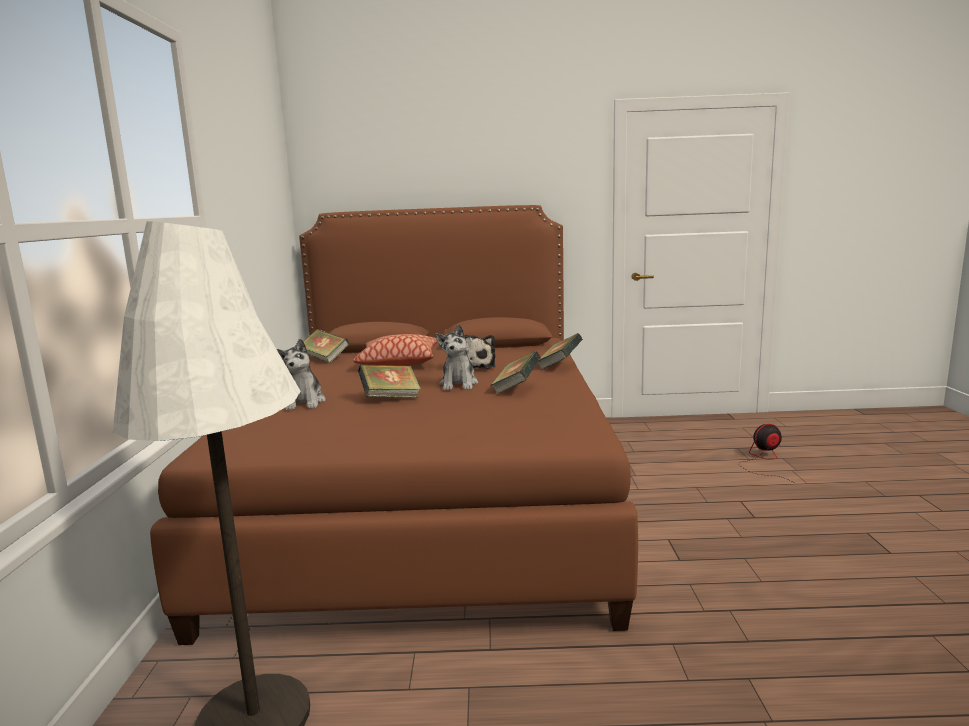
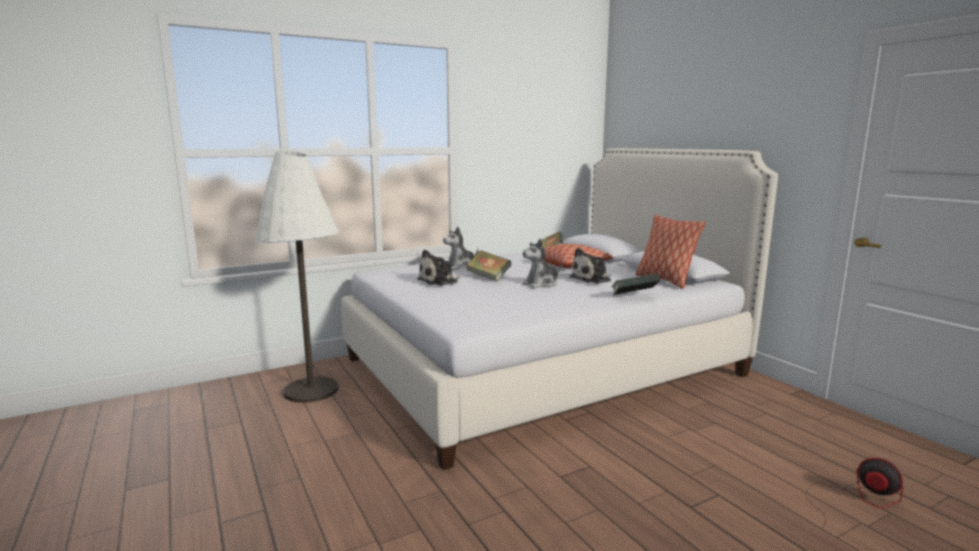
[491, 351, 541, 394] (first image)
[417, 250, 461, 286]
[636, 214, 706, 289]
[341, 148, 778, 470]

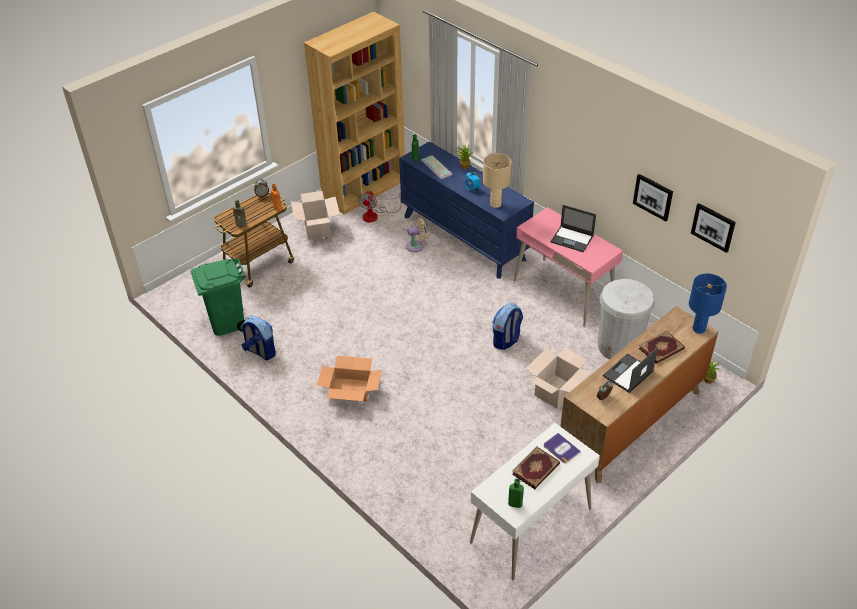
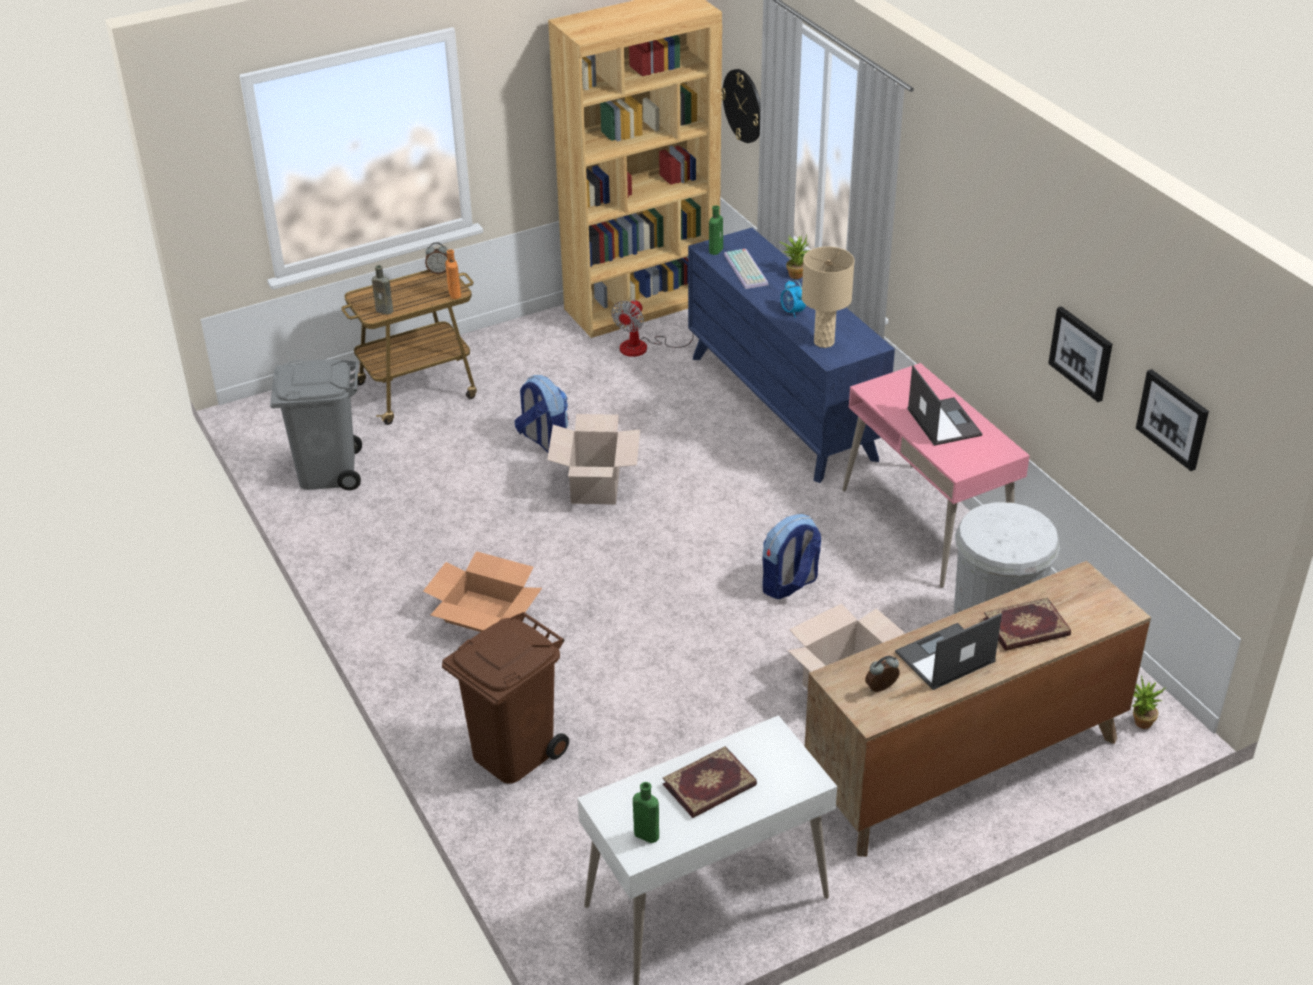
[406, 218, 427, 252] (first image)
[544, 433, 581, 463] (first image)
[689, 273, 727, 334] (first image)
[442, 612, 569, 784]
[721, 69, 761, 143]
[514, 375, 568, 452]
[547, 414, 640, 505]
[270, 359, 362, 490]
[907, 365, 982, 446]

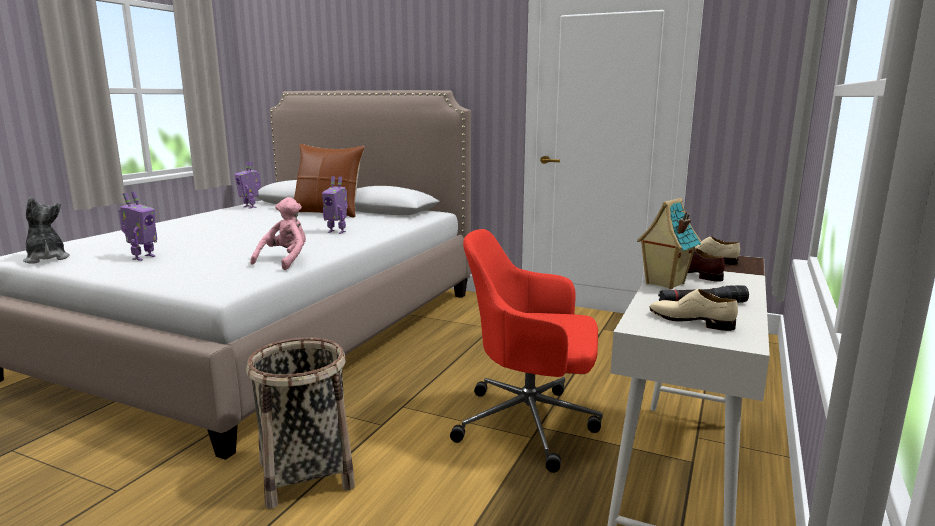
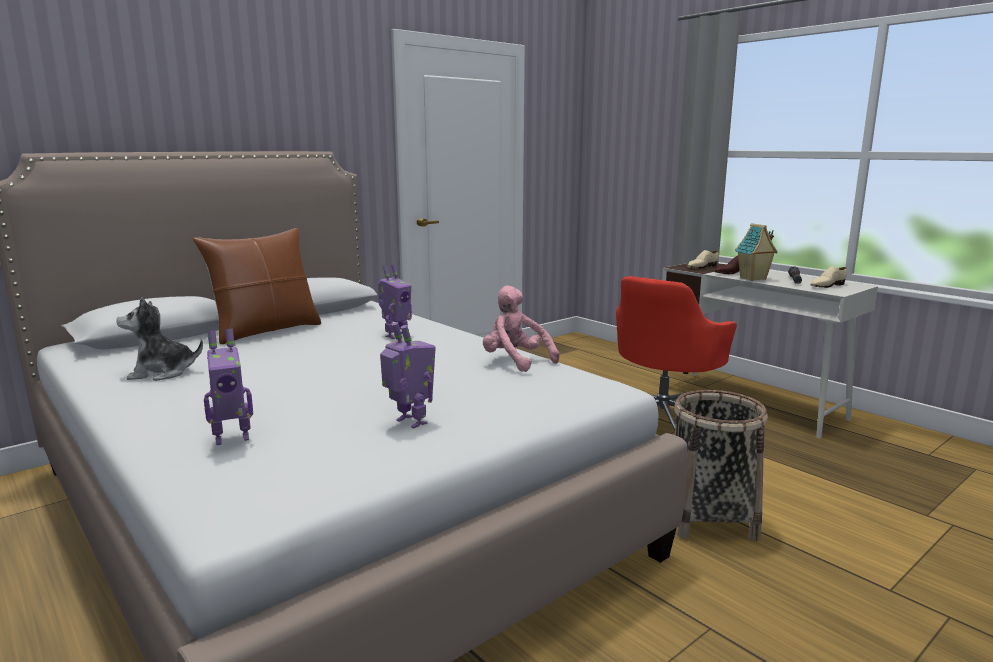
[116, 297, 203, 381]
[204, 328, 253, 445]

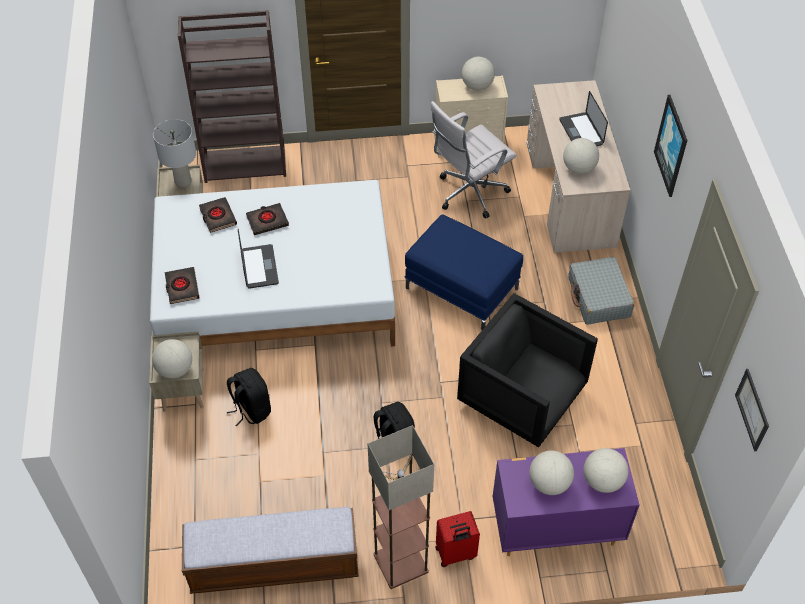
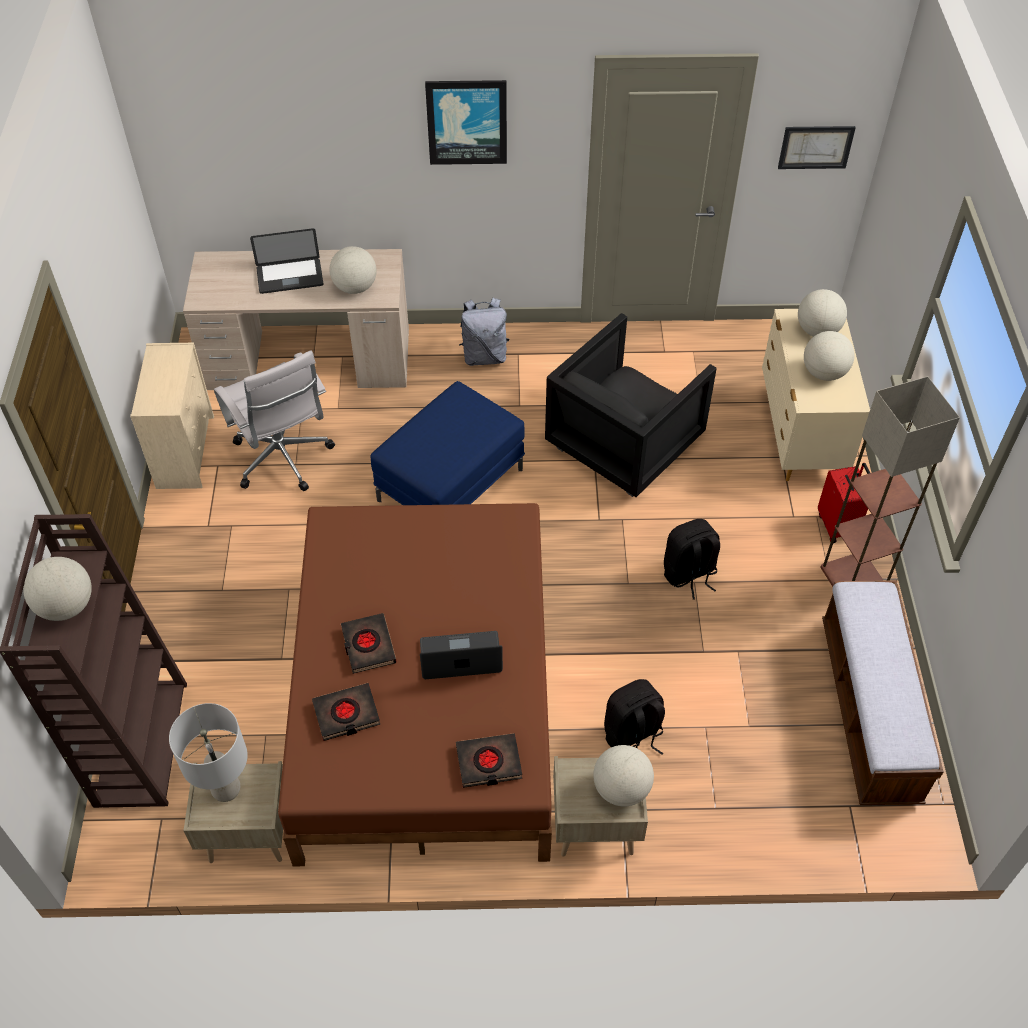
[23, 557, 92, 621]
[459, 298, 509, 366]
[278, 503, 552, 867]
[762, 309, 870, 481]

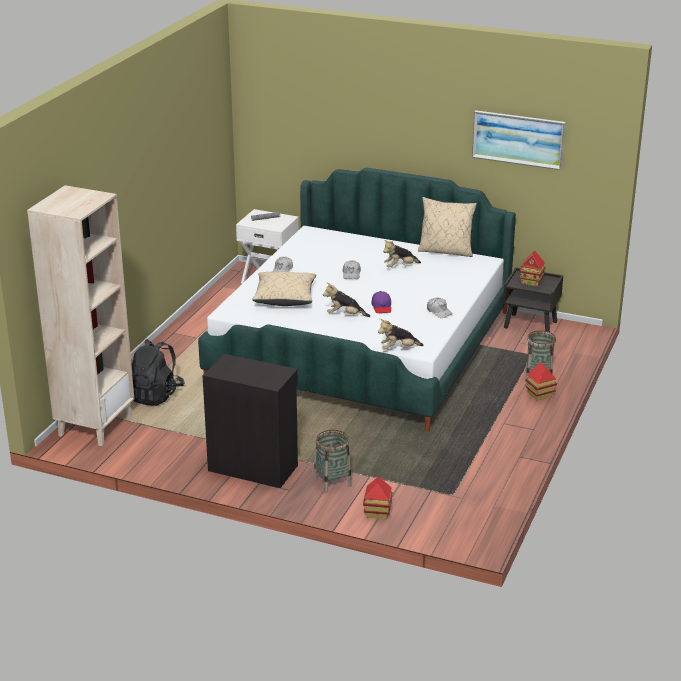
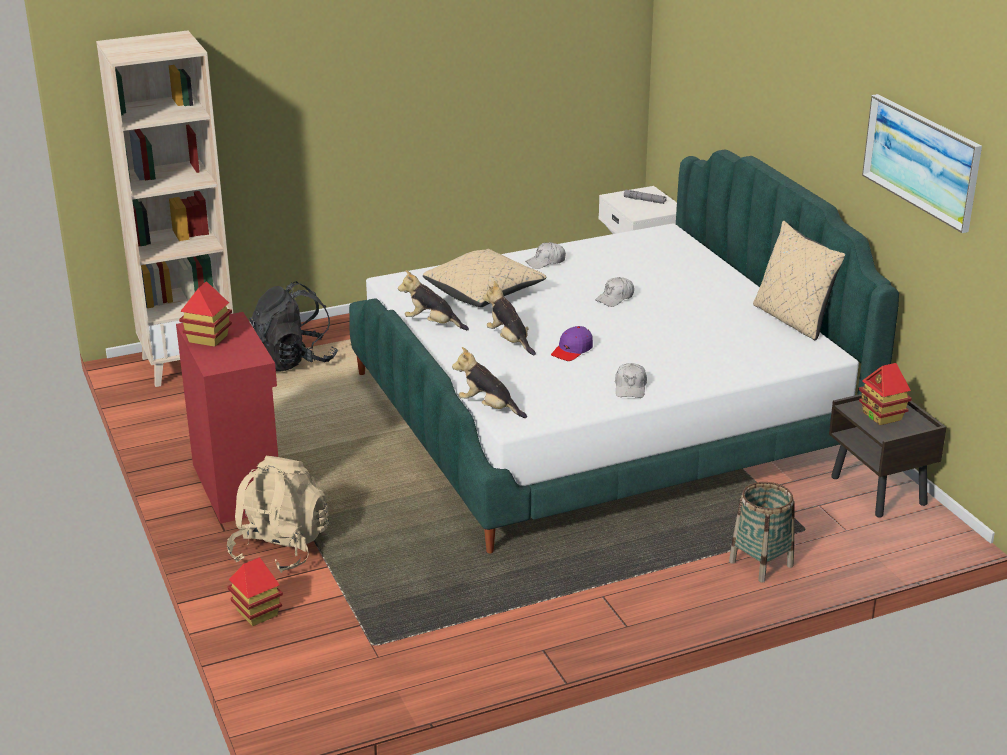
[398, 270, 469, 330]
[179, 281, 232, 347]
[227, 456, 329, 573]
[176, 312, 278, 524]

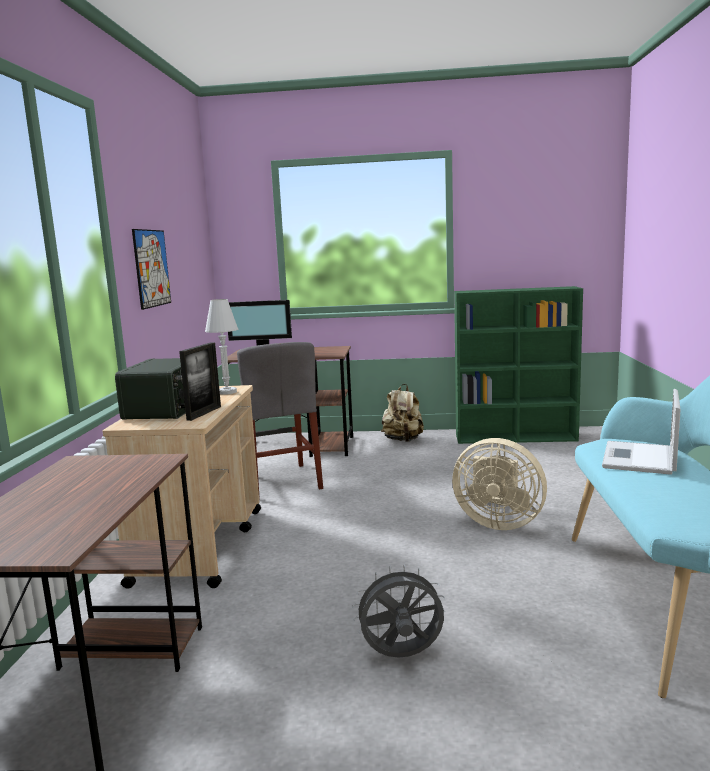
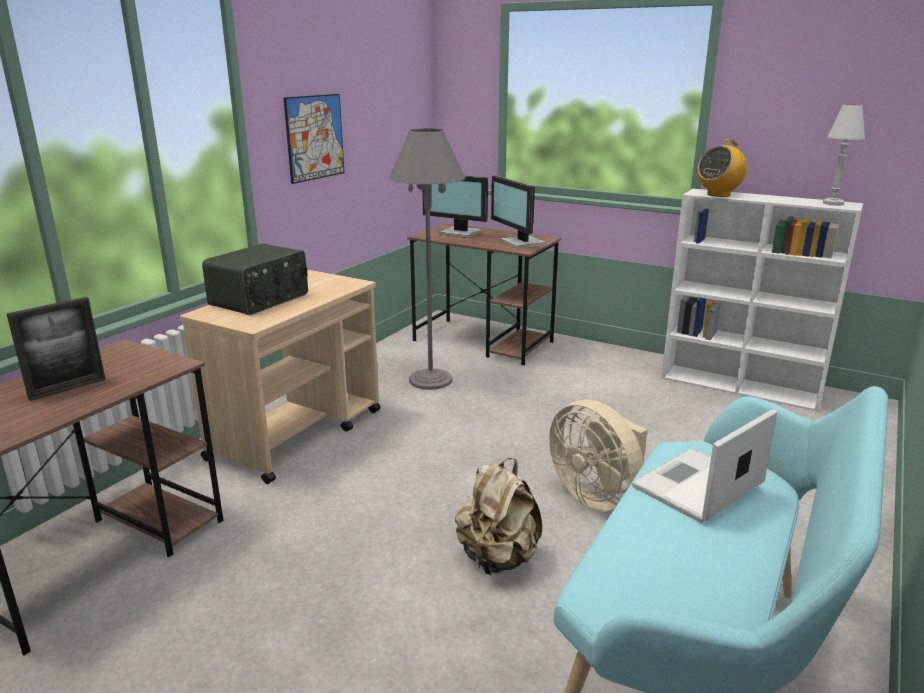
[352, 564, 445, 658] (first image)
[491, 176, 547, 248]
[698, 139, 747, 197]
[6, 297, 106, 401]
[823, 104, 865, 206]
[455, 458, 542, 575]
[389, 129, 466, 390]
[661, 189, 863, 412]

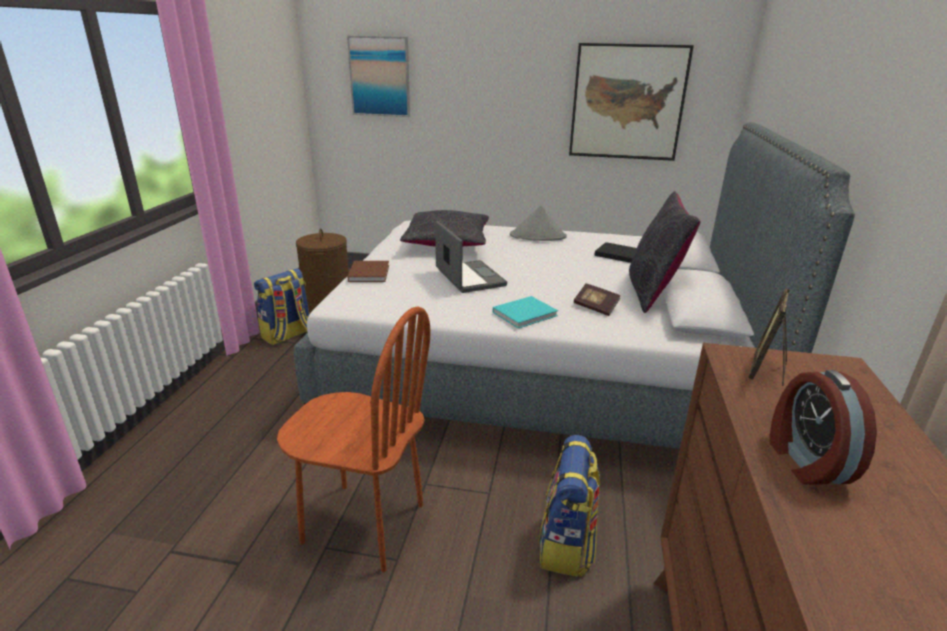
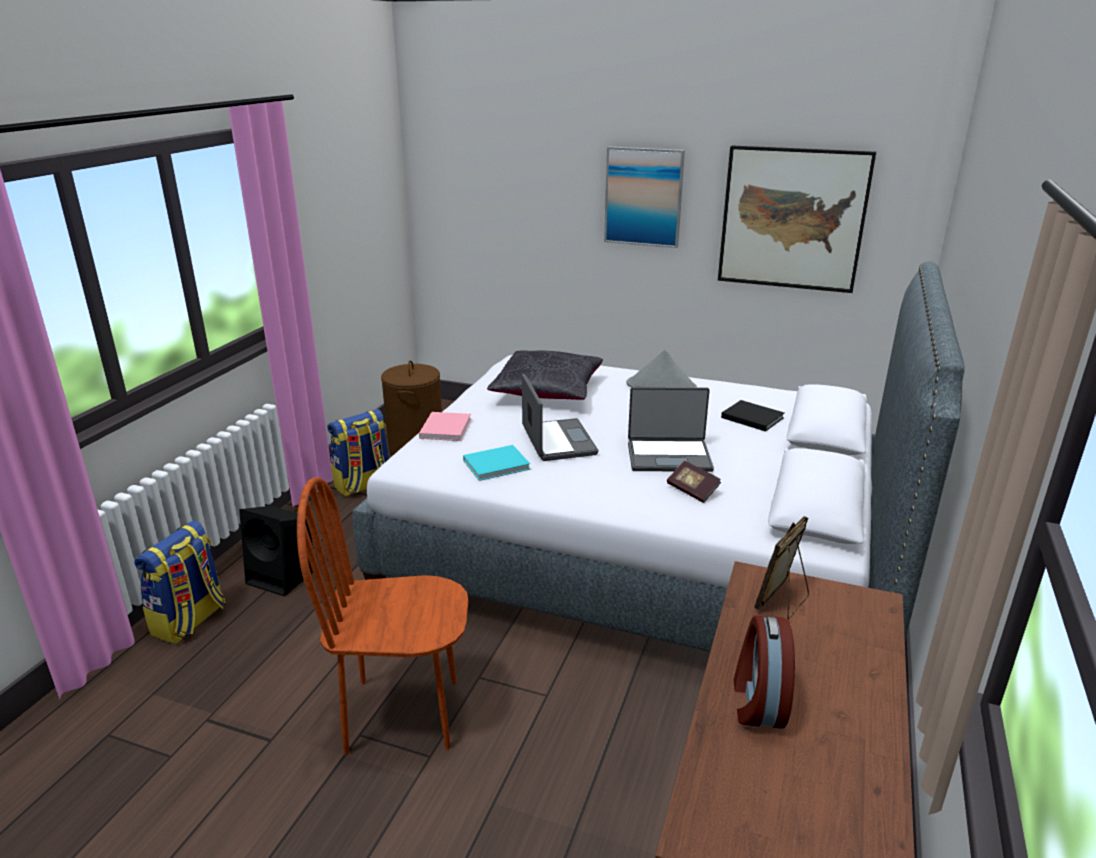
[629, 191, 701, 313] (first image)
[239, 506, 313, 596]
[628, 387, 714, 472]
[604, 147, 685, 248]
[463, 445, 530, 481]
[134, 521, 226, 644]
[419, 412, 471, 441]
[297, 477, 468, 755]

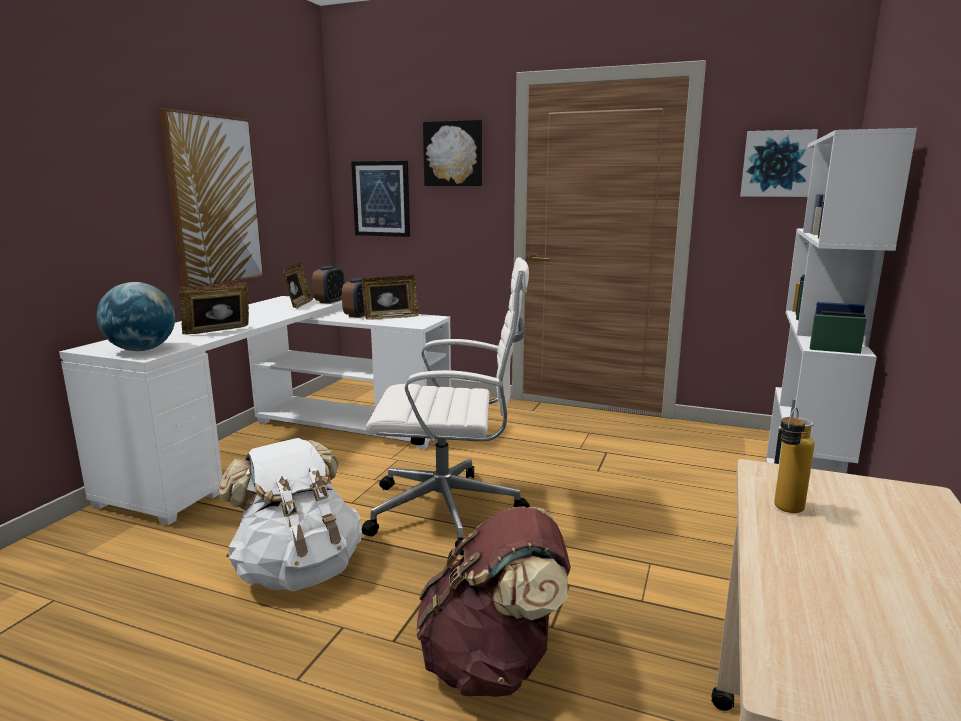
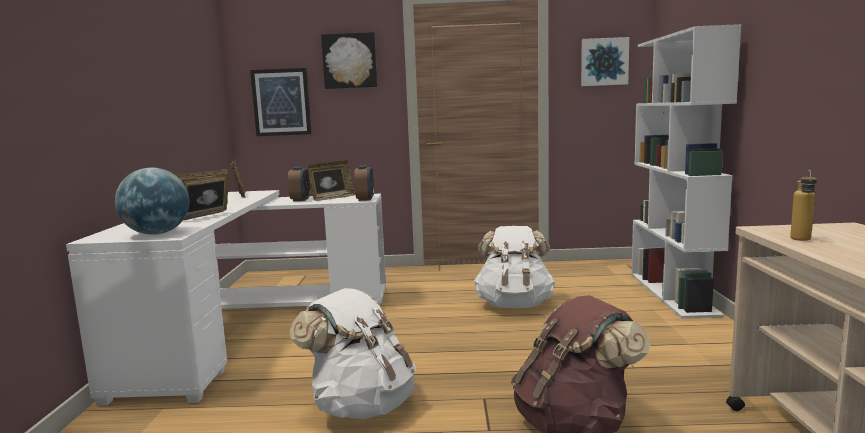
[160, 108, 264, 287] (first image)
[362, 257, 530, 555] (first image)
[474, 226, 555, 308]
[354, 165, 374, 201]

